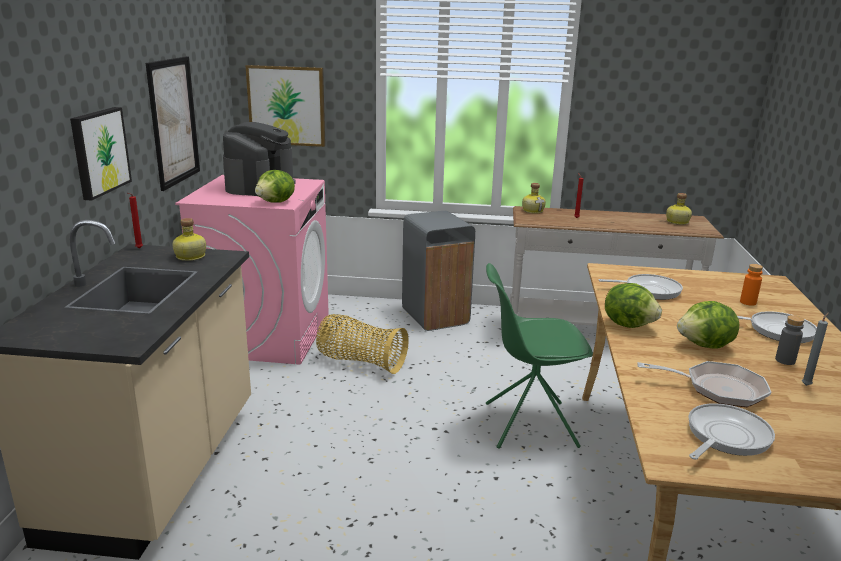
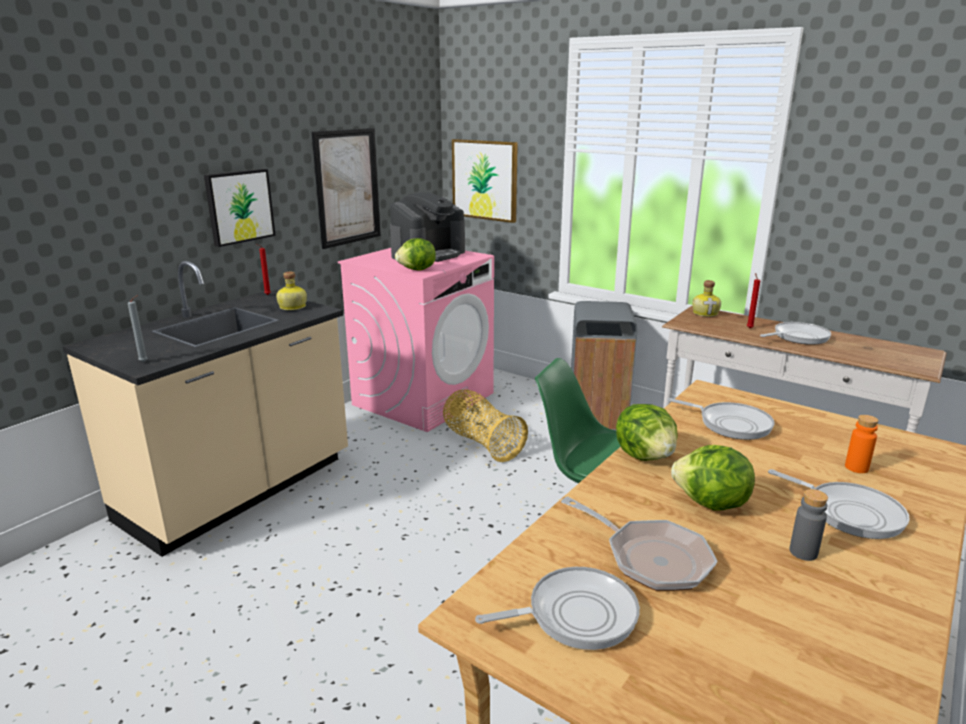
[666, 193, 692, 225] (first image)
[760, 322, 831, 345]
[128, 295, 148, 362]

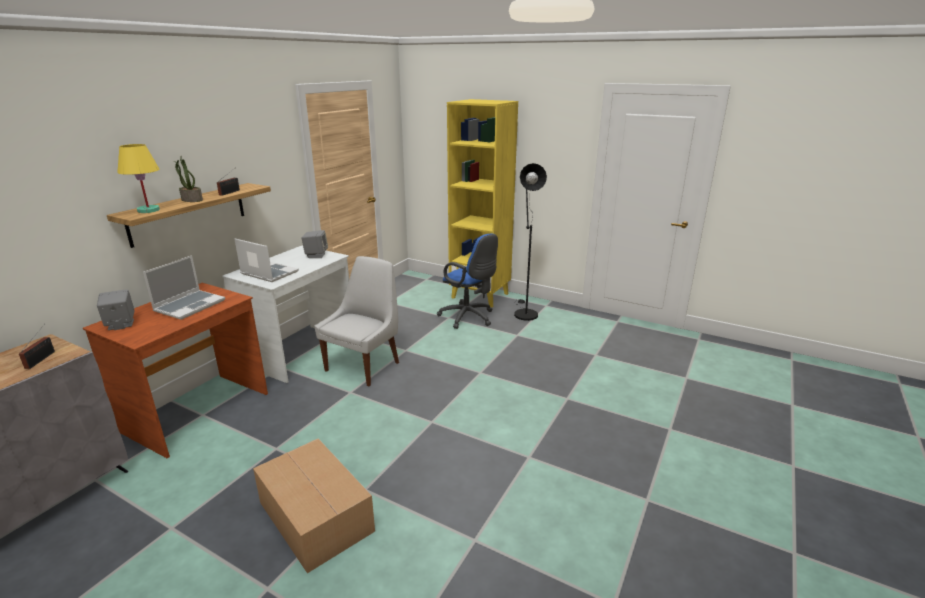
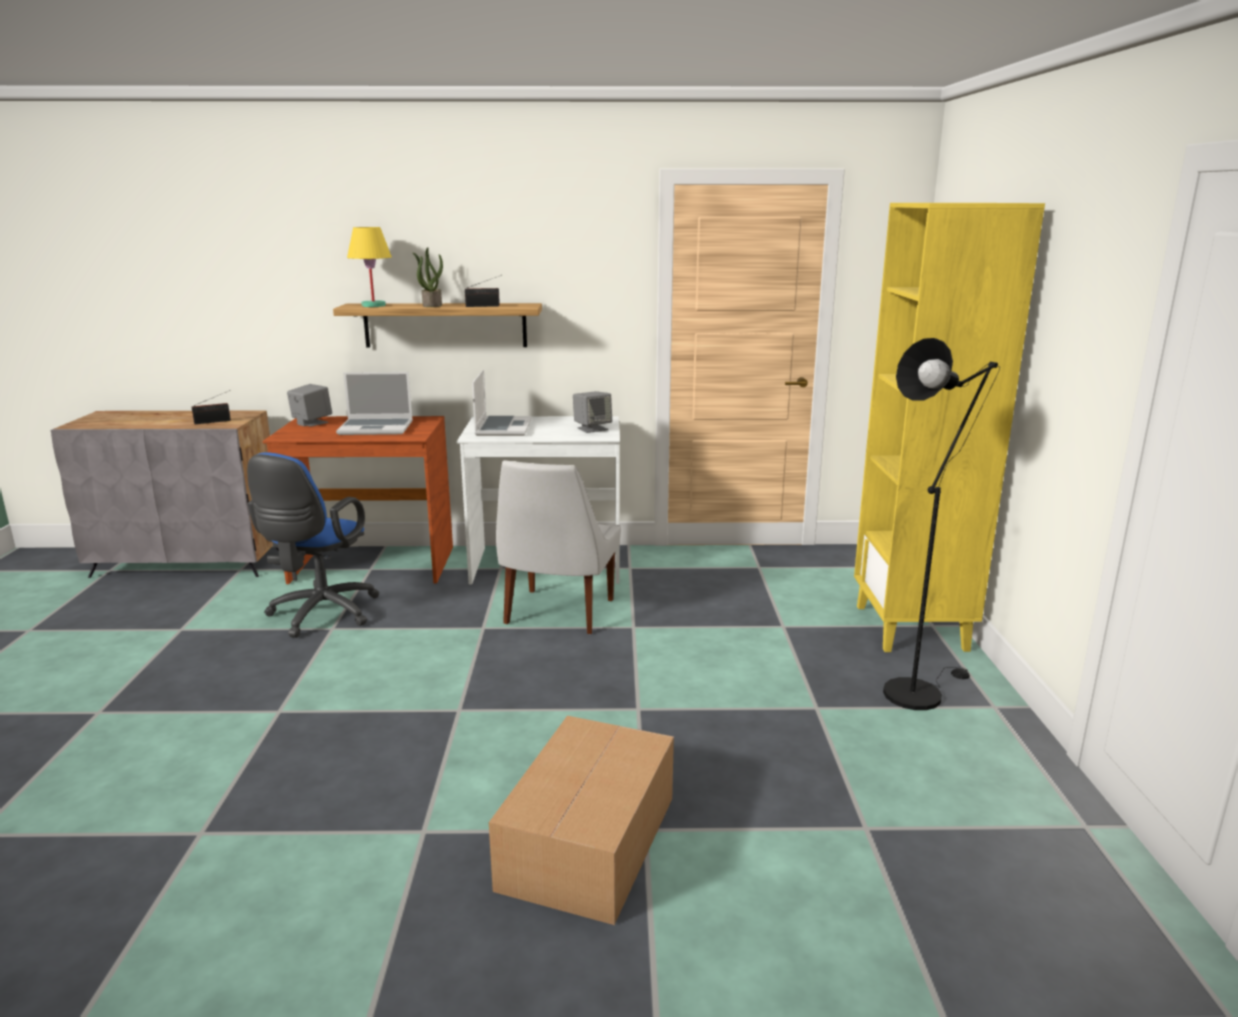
[489, 716, 674, 925]
[247, 452, 379, 638]
[496, 460, 621, 634]

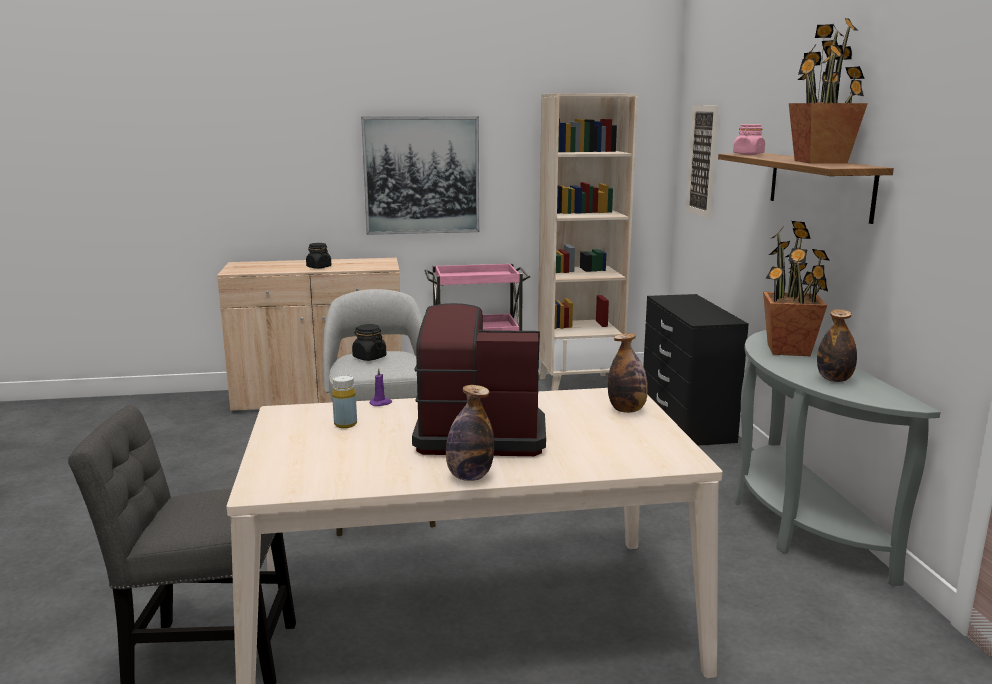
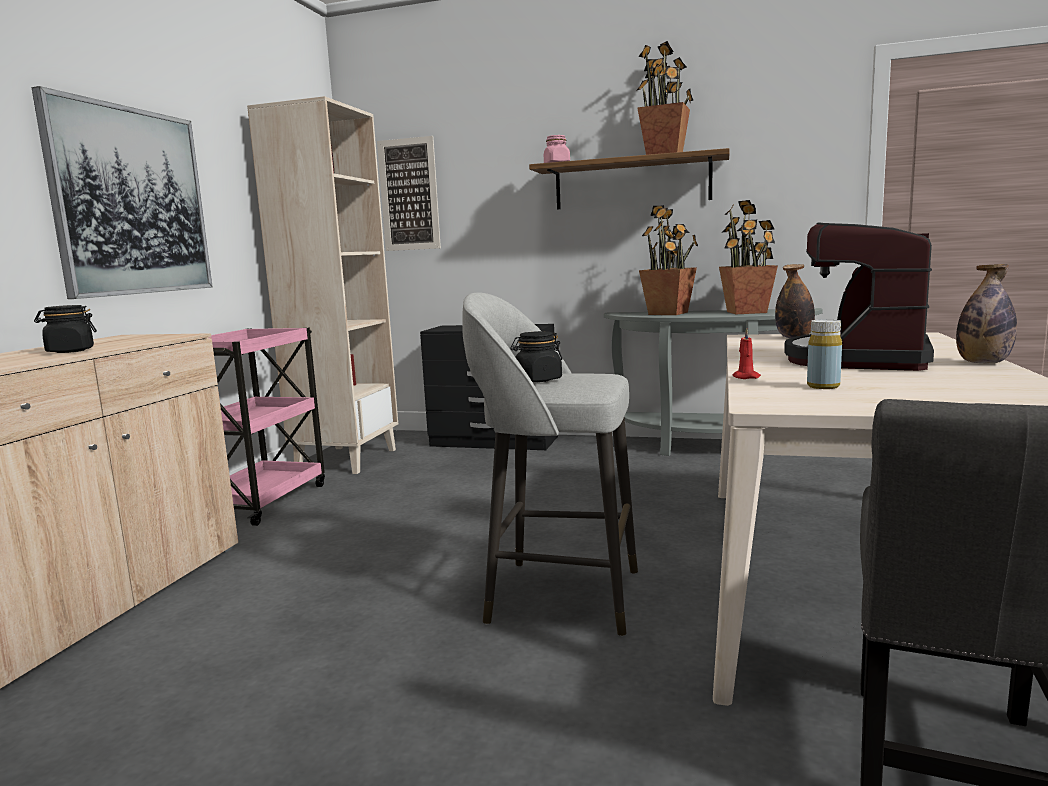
[719, 200, 778, 314]
[733, 328, 761, 379]

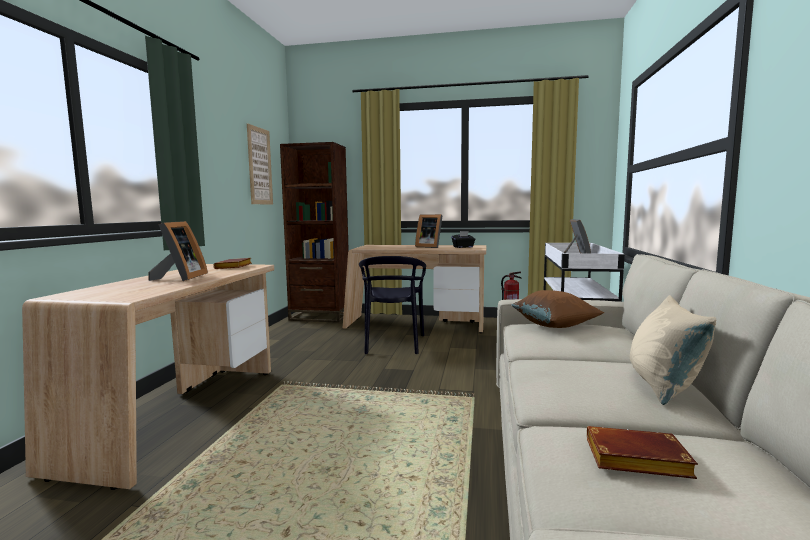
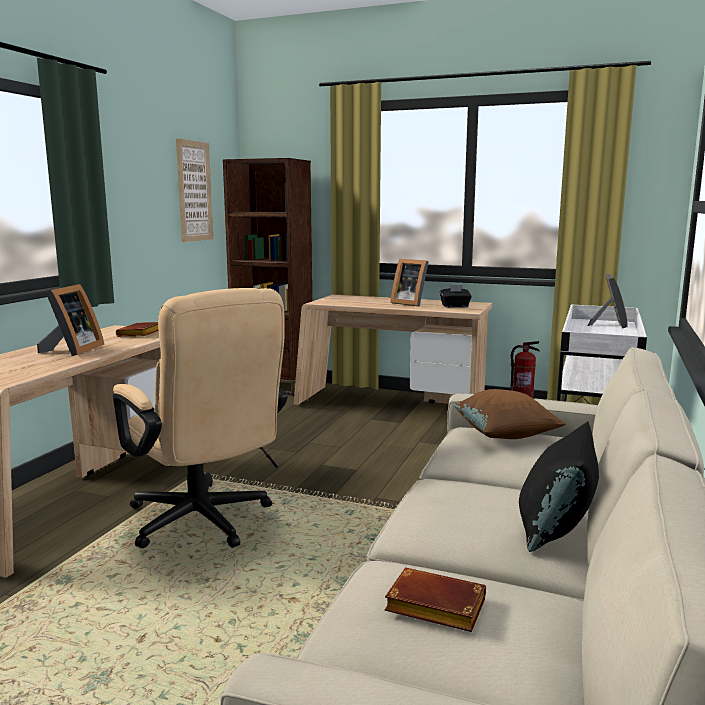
[359, 256, 426, 354] (first image)
[113, 288, 288, 548]
[519, 421, 599, 552]

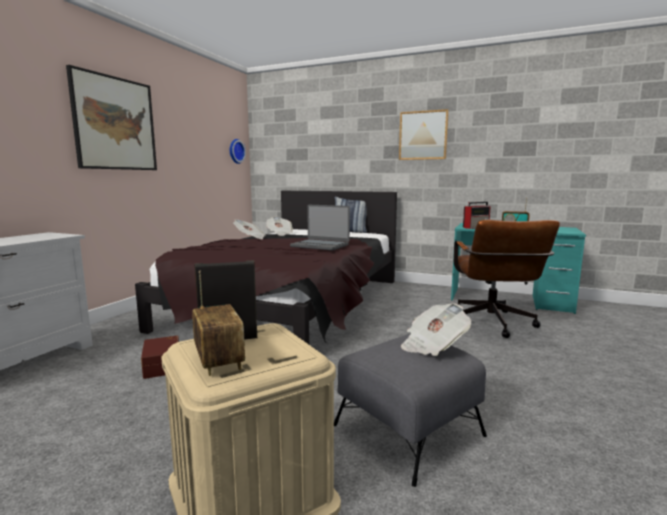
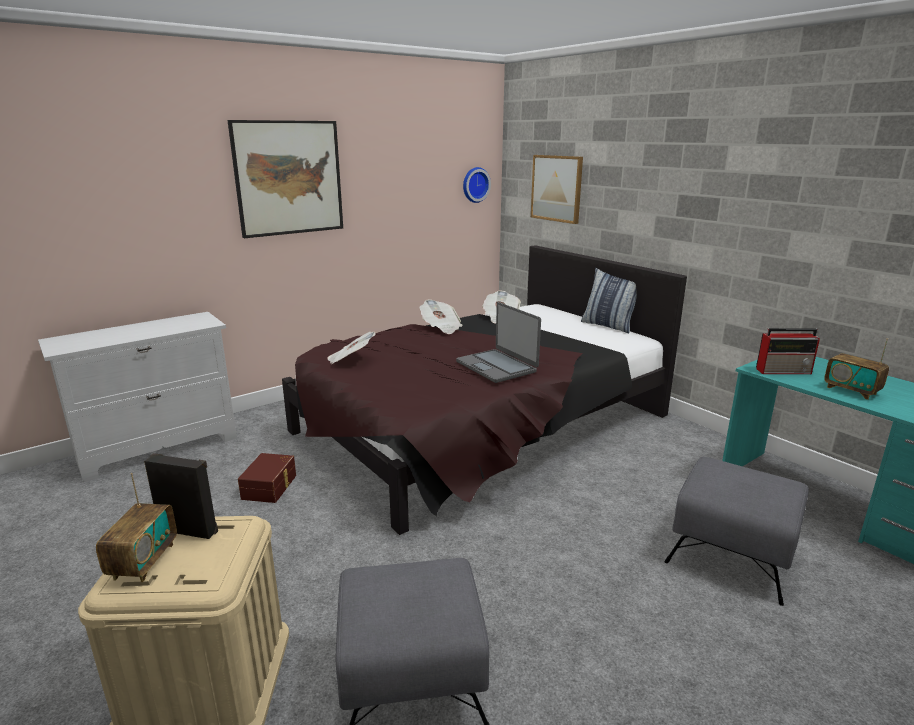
[531, 155, 583, 224]
[328, 332, 376, 364]
[664, 457, 809, 606]

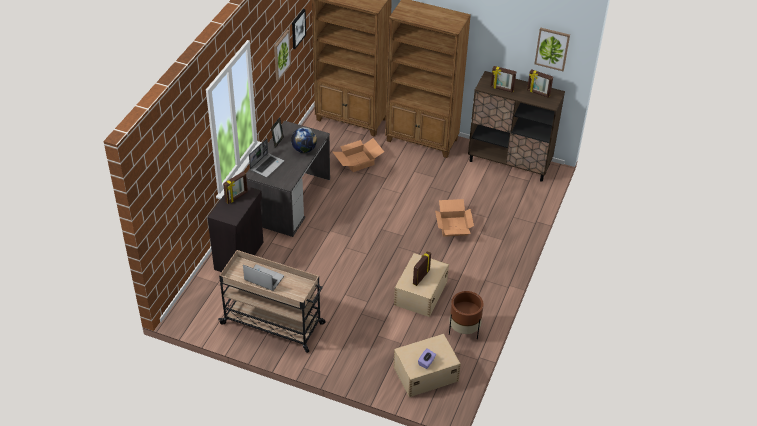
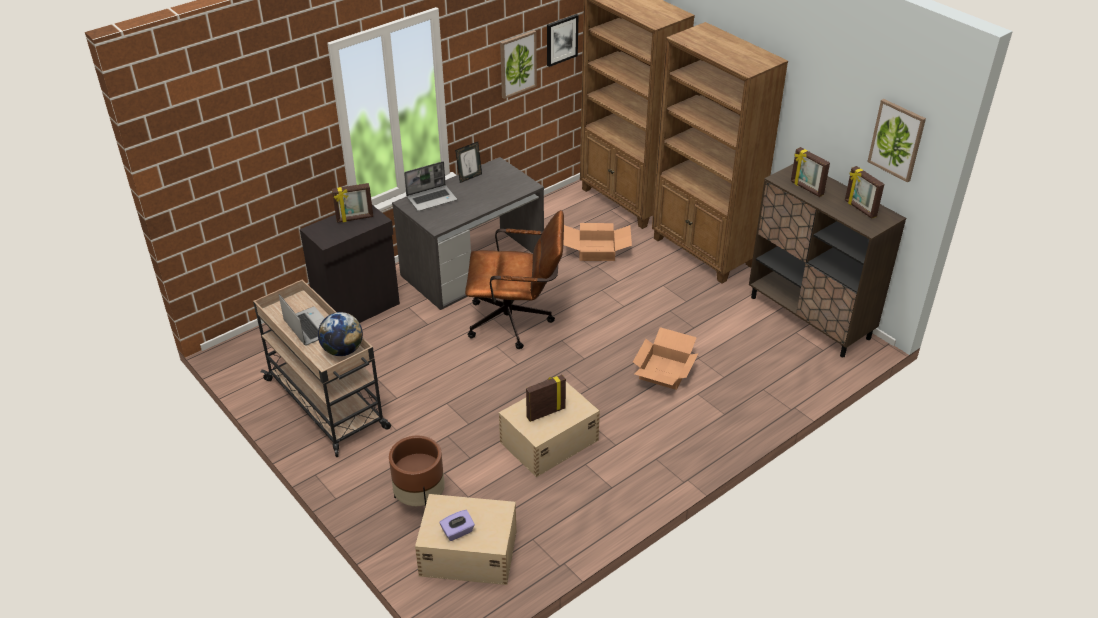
[465, 210, 564, 349]
[318, 312, 363, 356]
[389, 436, 445, 507]

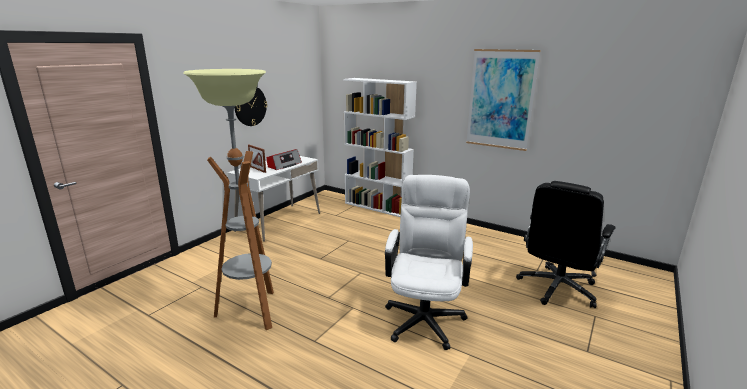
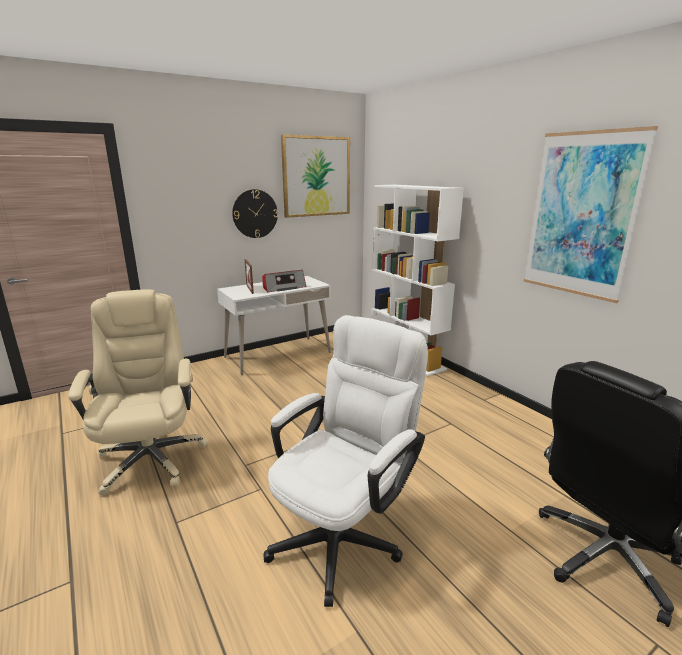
[281, 134, 350, 218]
[68, 290, 208, 496]

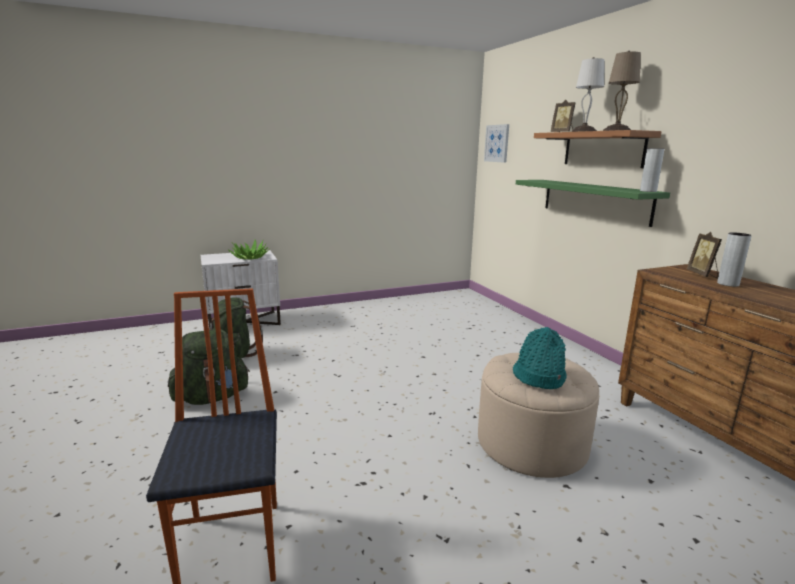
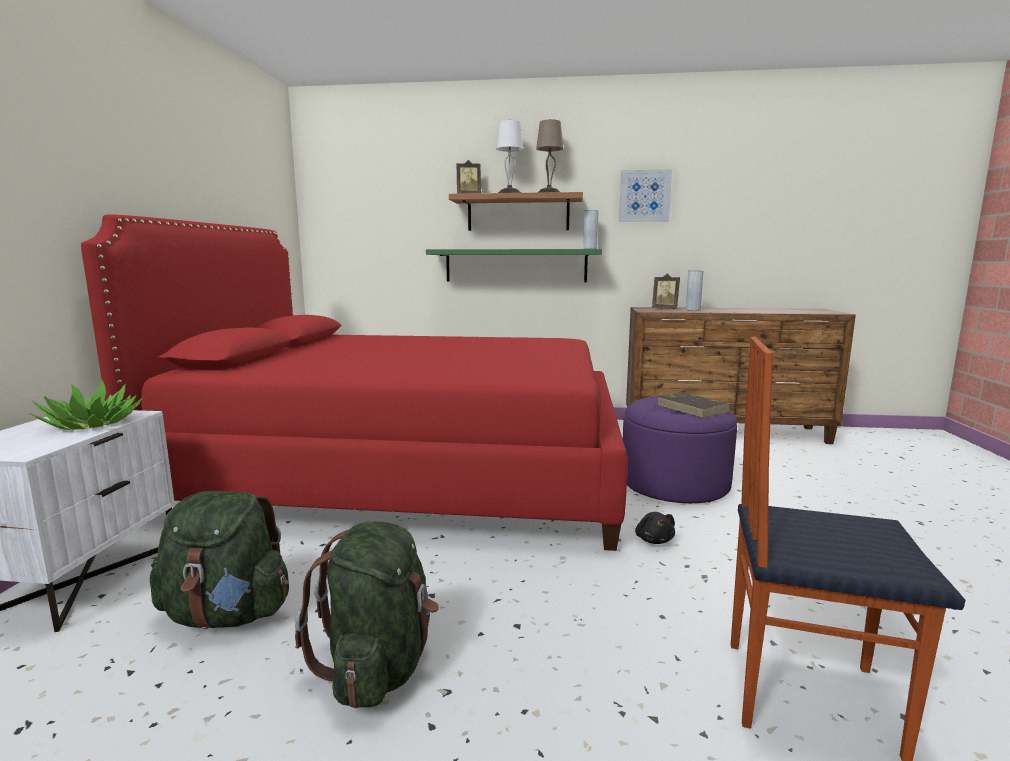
[81, 214, 627, 551]
[635, 512, 675, 544]
[619, 170, 672, 222]
[657, 392, 731, 418]
[623, 396, 737, 503]

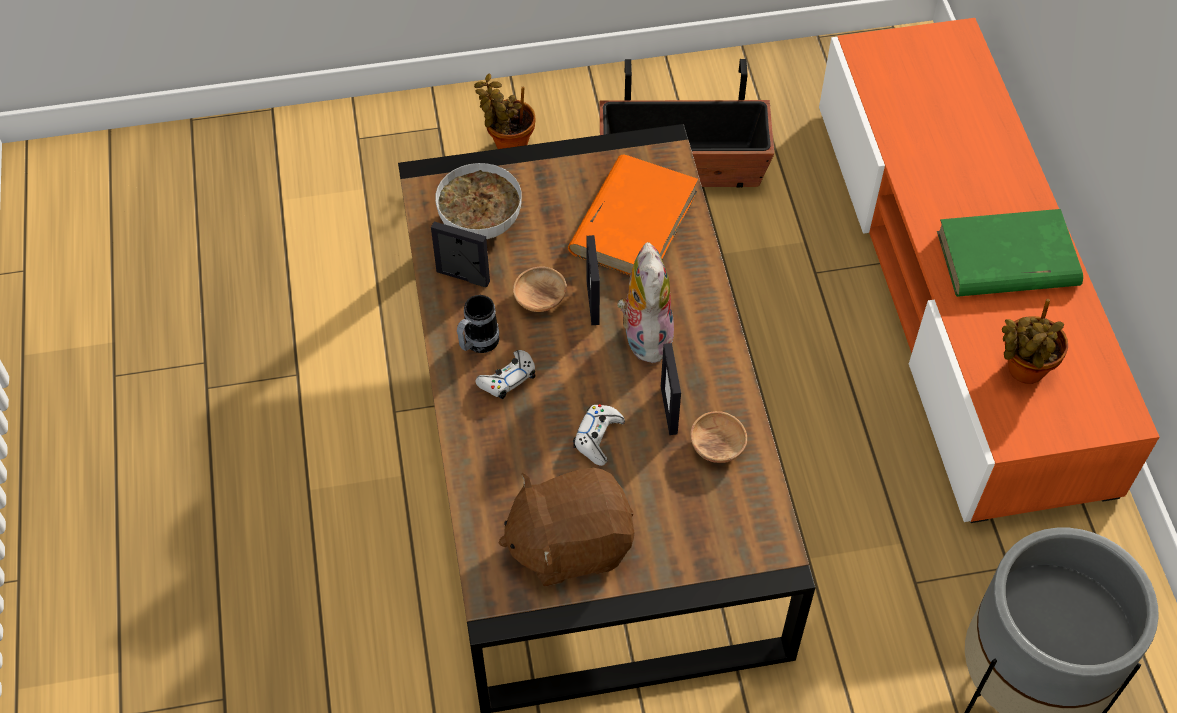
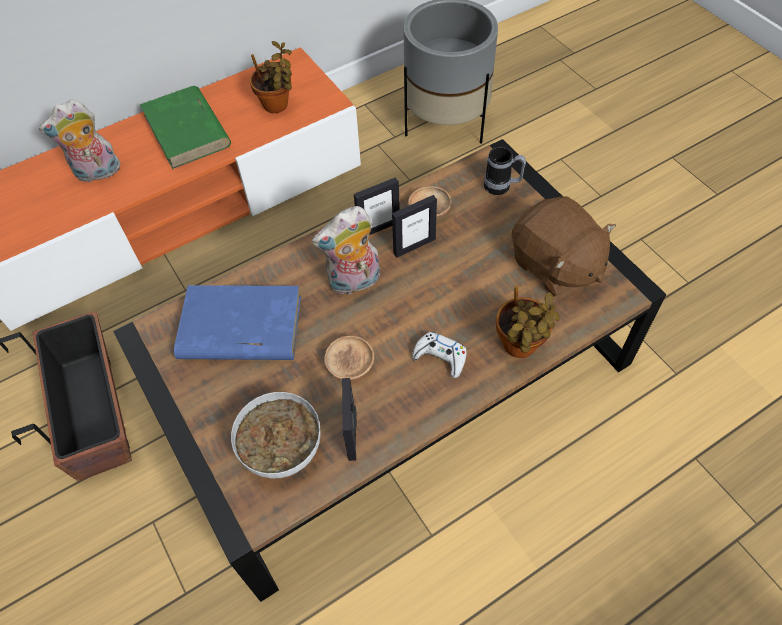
[573, 404, 625, 466] (first image)
[39, 99, 120, 183]
[484, 147, 526, 195]
[496, 285, 559, 358]
[354, 177, 400, 235]
[174, 285, 301, 360]

